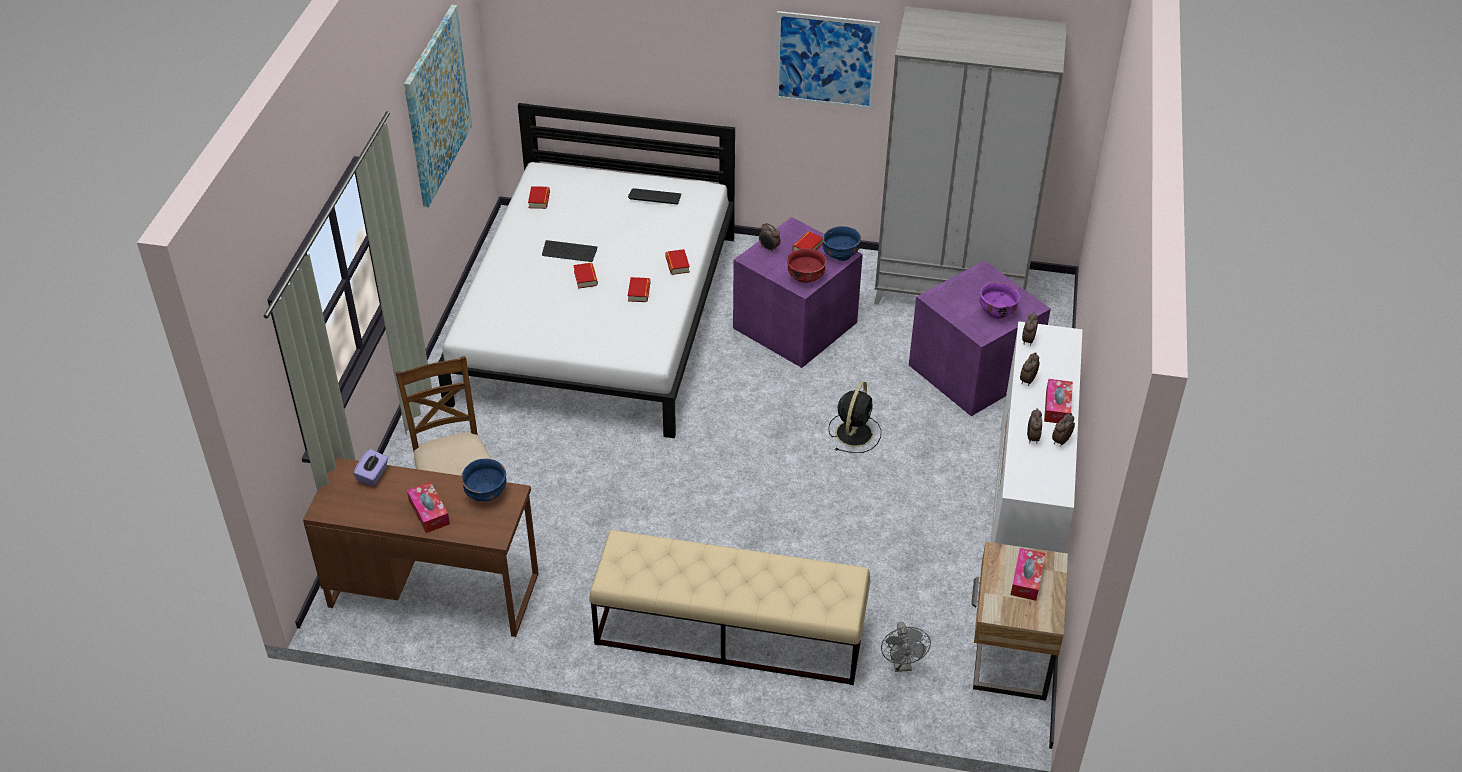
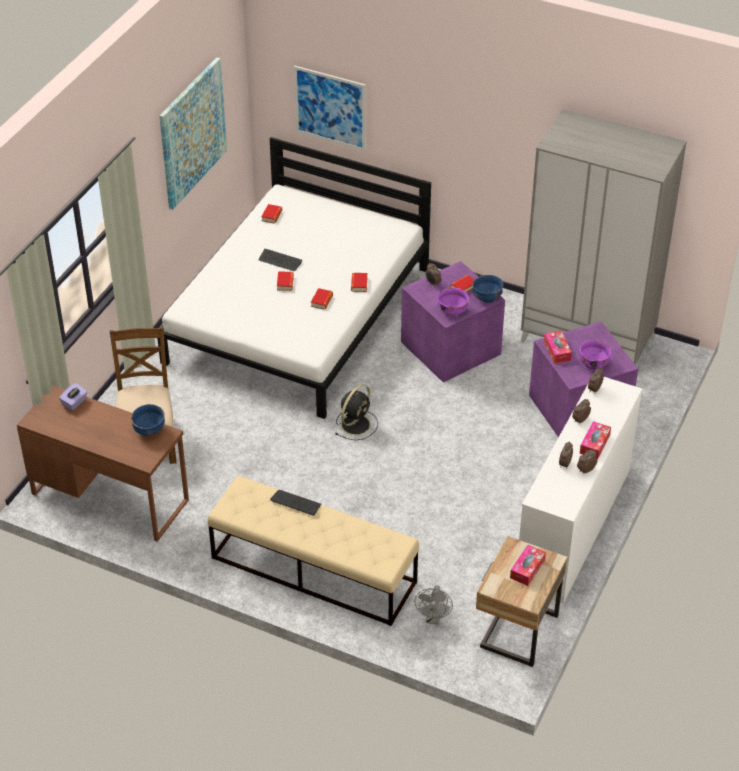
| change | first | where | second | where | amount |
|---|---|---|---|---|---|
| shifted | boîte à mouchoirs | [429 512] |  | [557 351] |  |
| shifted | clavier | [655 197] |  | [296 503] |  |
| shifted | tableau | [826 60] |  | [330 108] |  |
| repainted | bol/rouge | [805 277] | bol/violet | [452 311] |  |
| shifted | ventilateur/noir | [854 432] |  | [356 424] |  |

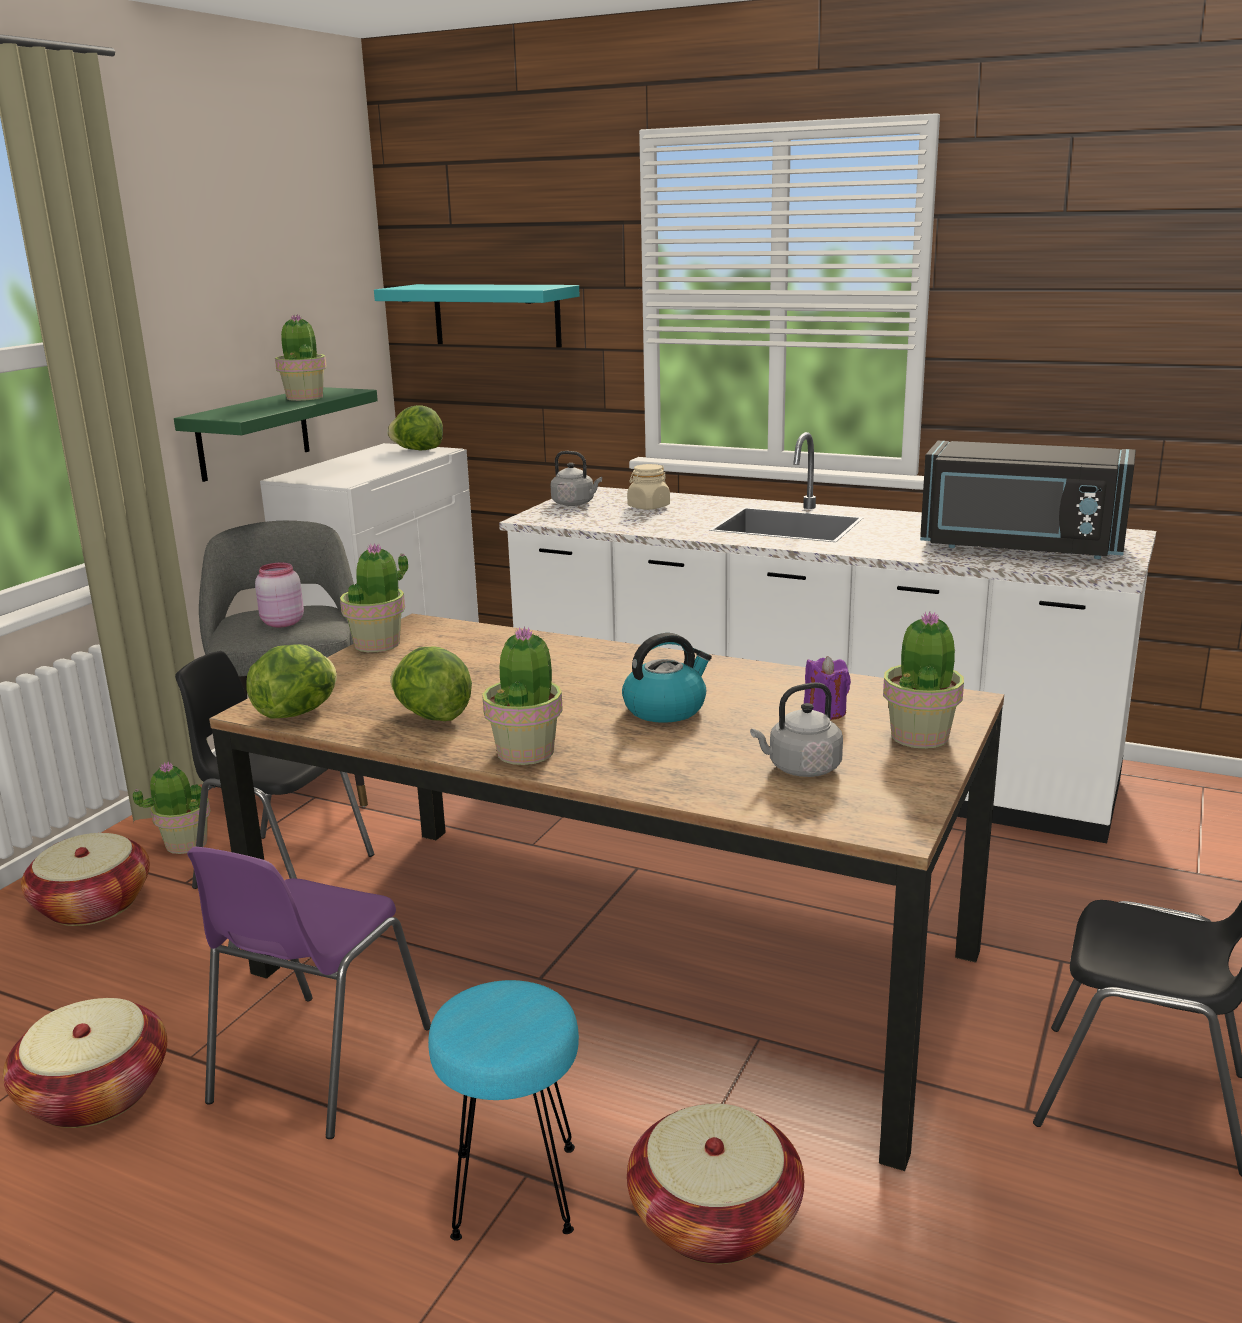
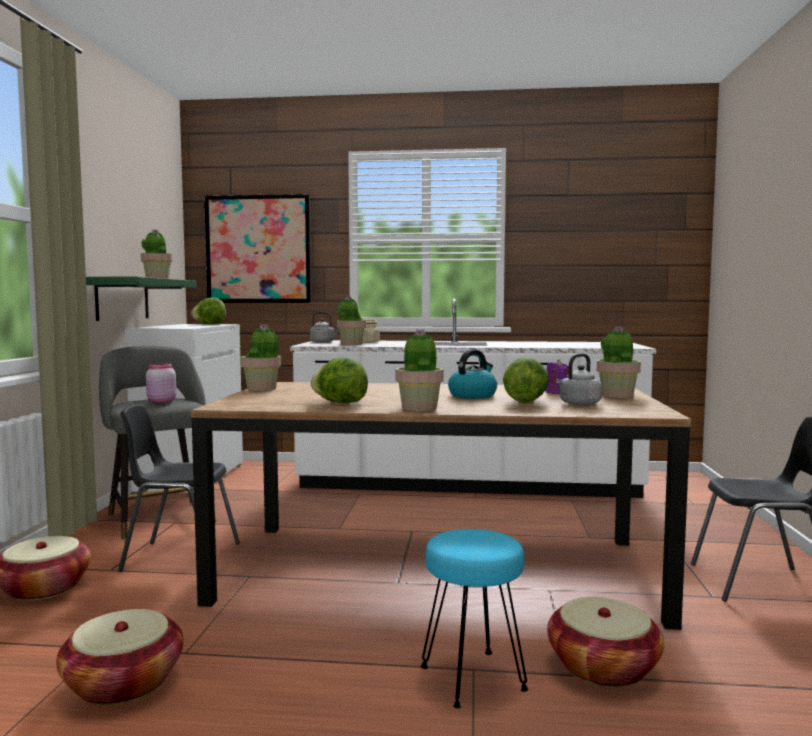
| change | first | where | second | where | amount |
|---|---|---|---|---|---|
| shifted | plante en pot | [185 844] |  | [351 344] |  |
| gone | chaise/violet | [318 1065] |  |  |  |
| shifted | laitue | [298 712] |  | [525 402] |  |
| swapped | étagère/turquoise | [496 315] | tableau | [258 249] |  |
| gone | micro-ondes/noir | [1020 548] |  |  |  |

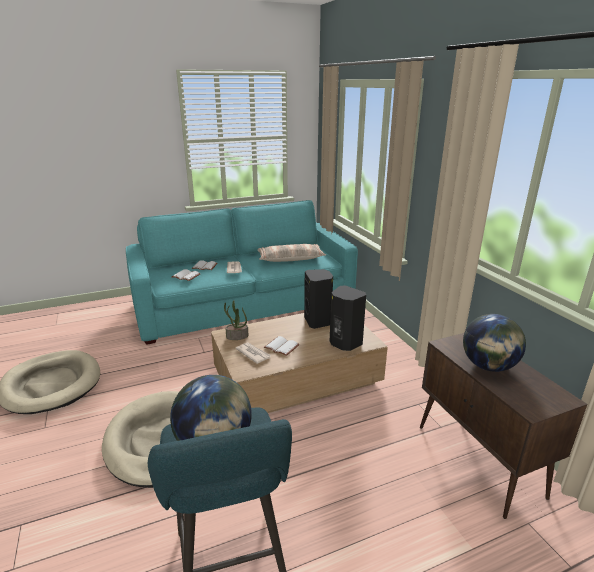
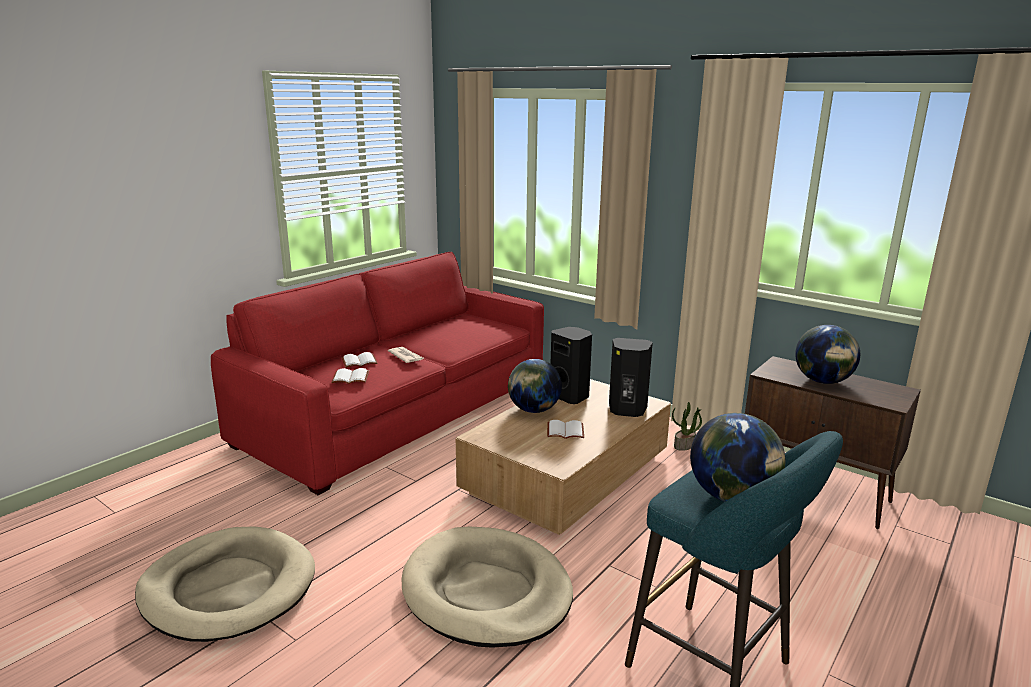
| change | first | where | second | where | amount |
|---|---|---|---|---|---|
| repainted | canapé/turquoise | [244 303] | canapé/rouge | [399 411] |  |
| shifted | plante en pot | [237 336] |  | [684 445] |  |
| gone | journal | [253 354] |  |  |  |
| gone | coussin | [290 259] |  |  |  |
| new |  |  | globe | [533 410] |  |

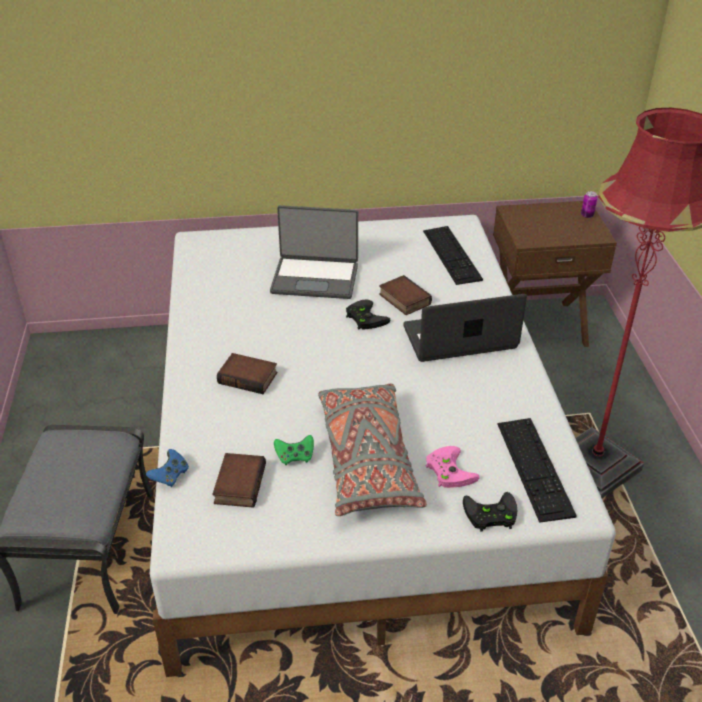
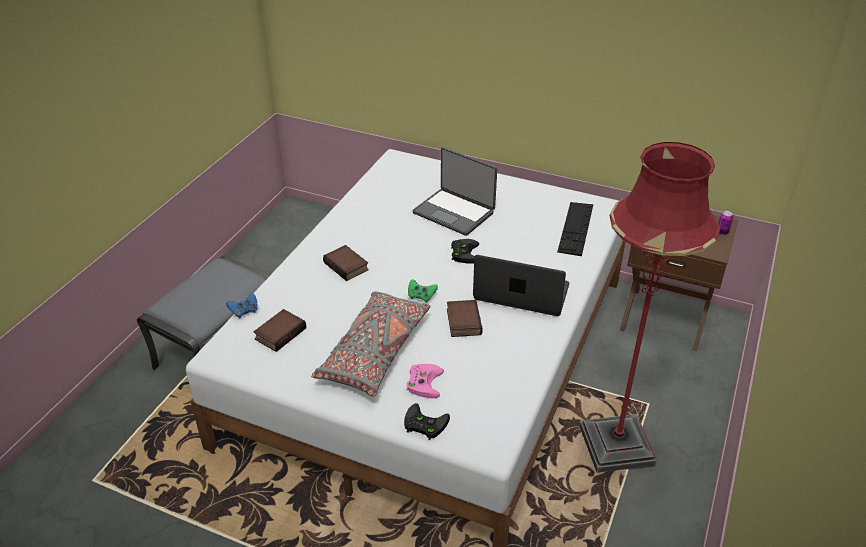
| change | first | where | second | where | amount |
|---|---|---|---|---|---|
| shifted | manette/vert | [295 457] |  | [421 296] |  |
| shifted | livre | [403 299] |  | [462 321] |  |
| gone | clavier | [534 468] |  |  |  |

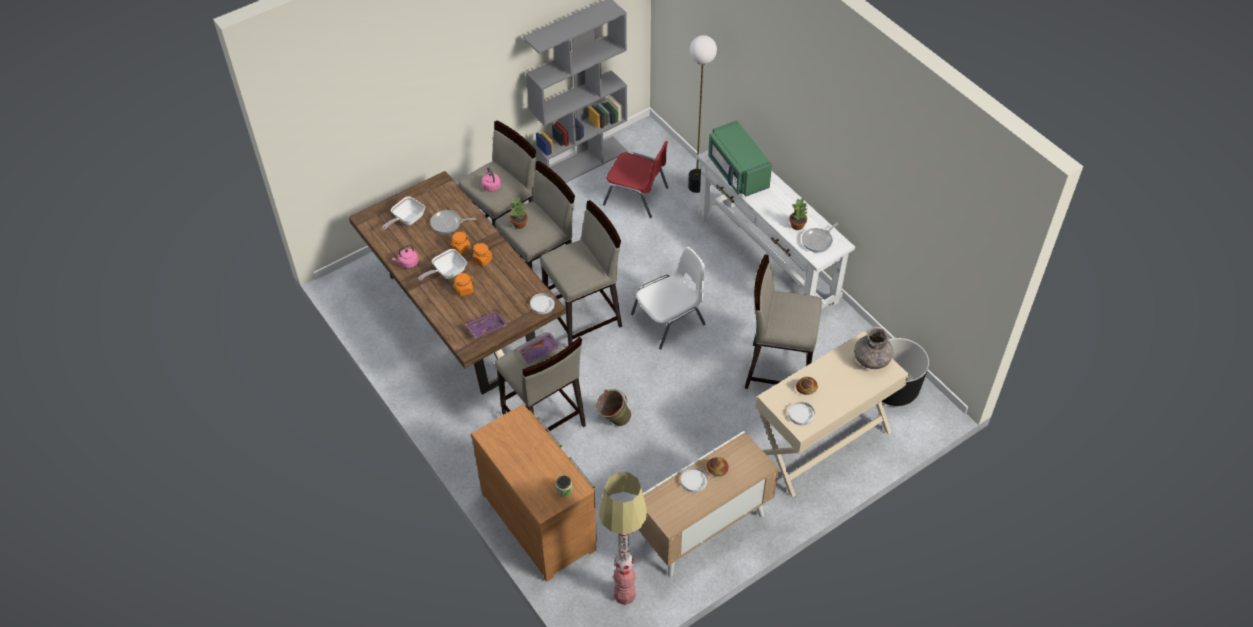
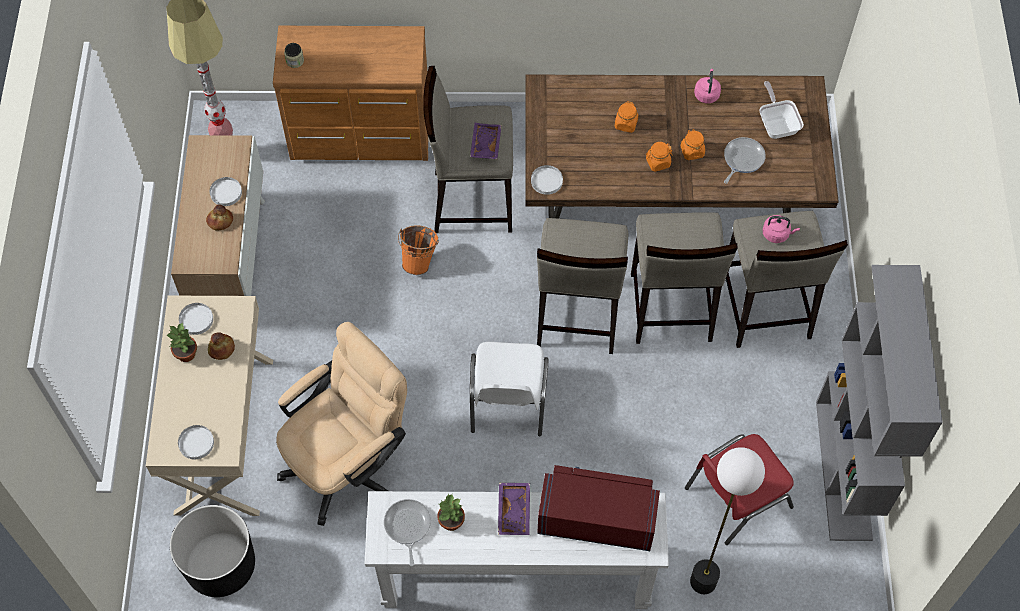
| change | first | where | second | where | amount |
|---|---|---|---|---|---|
| gone | poêle | [447 273] |  |  |  |
| shifted | plateau/violet | [486 327] |  | [515 511] |  |
| shifted | plante en pot | [519 224] |  | [186 353] |  |
| repainted | seau/vert | [613 420] | seau/orange | [419 261] |  |
| repainted | micro-ondes/vert | [737 172] | micro-ondes/rouge | [596 518] |  |
| swapped | tabouret/beige | [778 369] | chaise de bureau/beige | [348 463] |  |
| swapped | vase/gris | [872 359] | assiette/blanc | [196 443] |  |

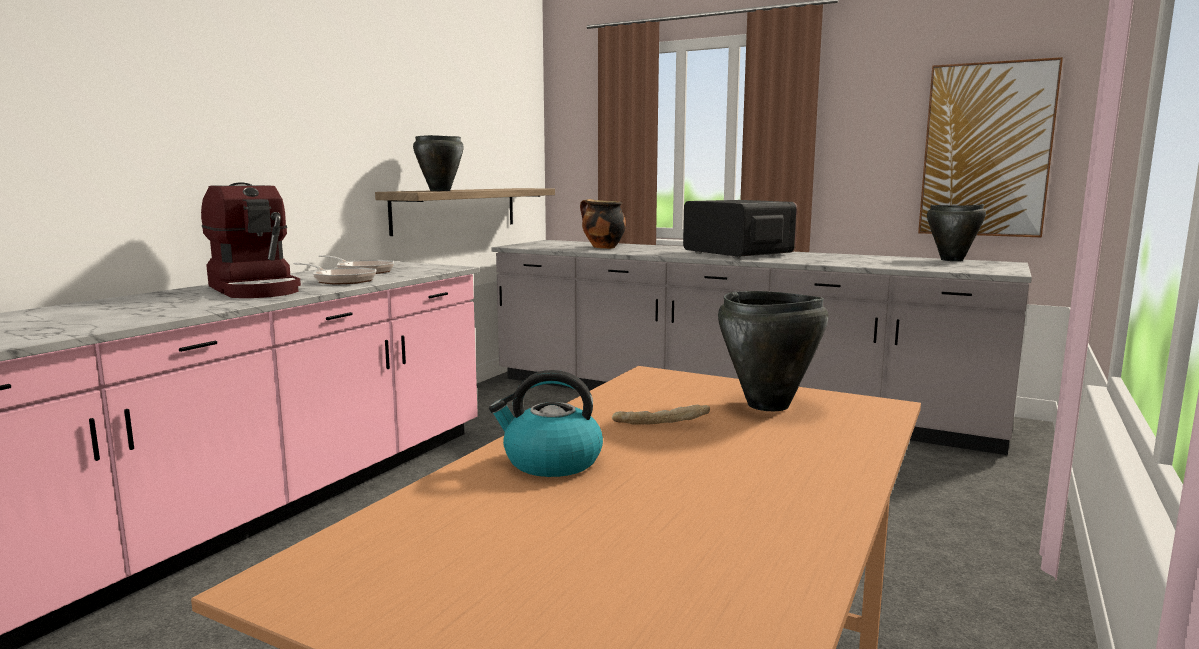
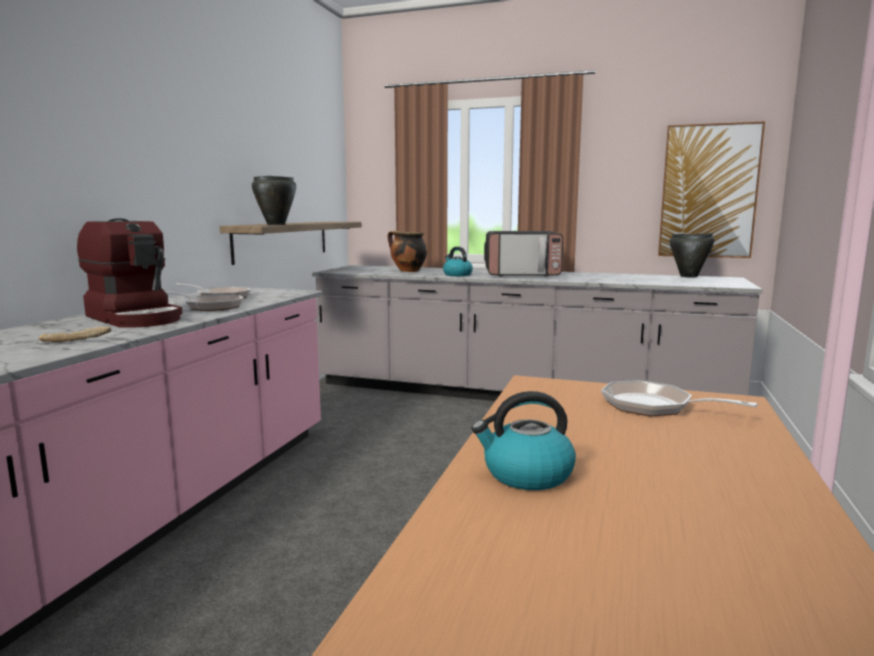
| change | first | where | second | where | amount |
|---|---|---|---|---|---|
| shifted | pain | [660 423] |  | [76 341] |  |
| rotated | micro-ondes | [737 254] |  | [522 274] | 135 degrees clockwise |
| swapped | marmite/noir | [768 405] | poêle | [654 406] |  |
| new |  |  | bouilloire | [457 275] |  |

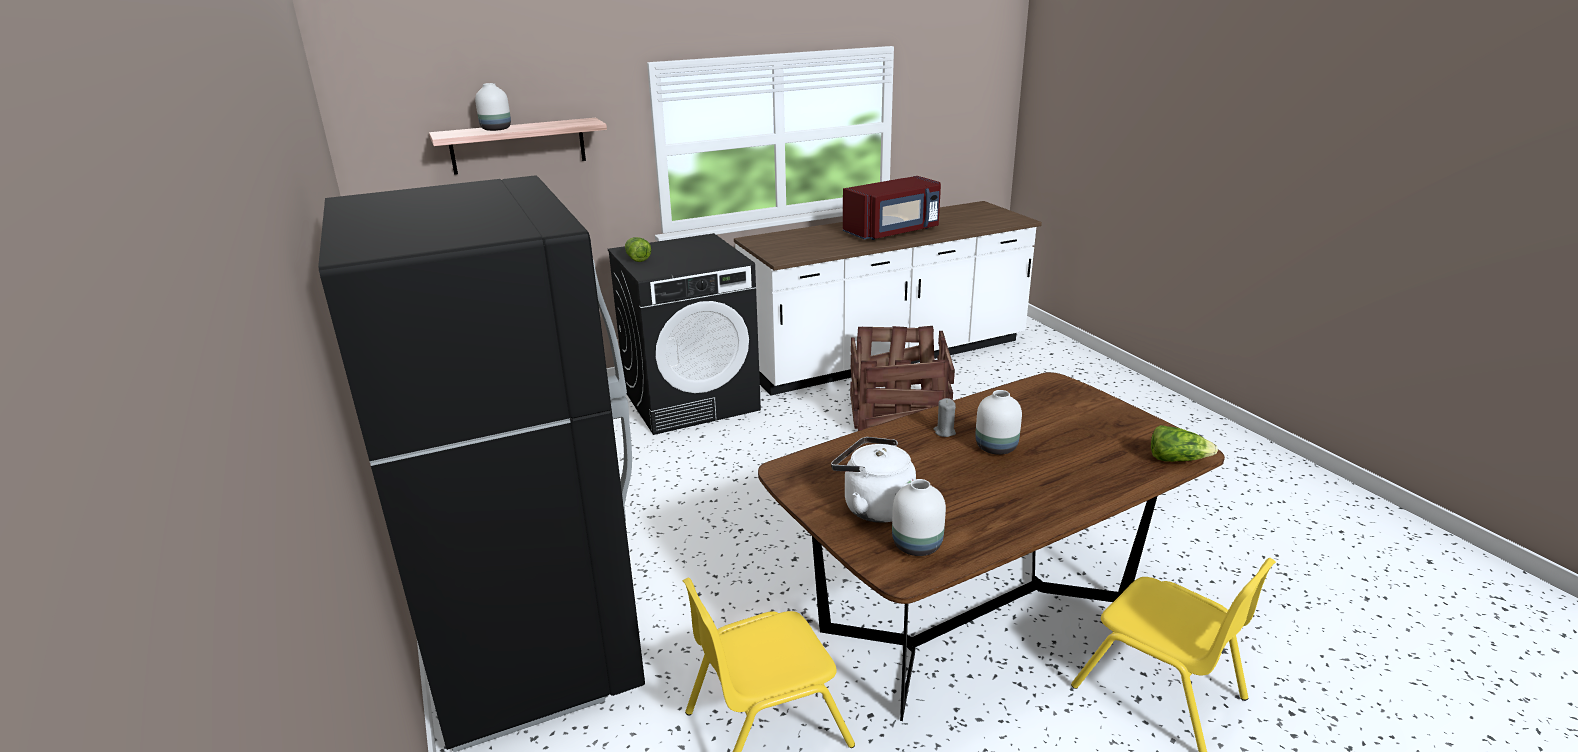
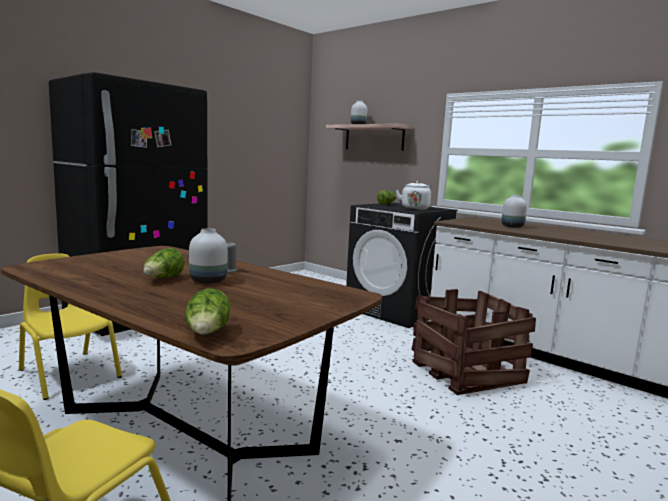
| change | first | where | second | where | amount |
|---|---|---|---|---|---|
| shifted | bouilloire/blanc | [873 507] |  | [414 208] |  |
| gone | micro-ondes/rouge | [893 232] |  |  |  |
| shifted | vase/blanc | [917 546] |  | [511 226] |  |
| new |  |  | laitue | [163 278] |  |

